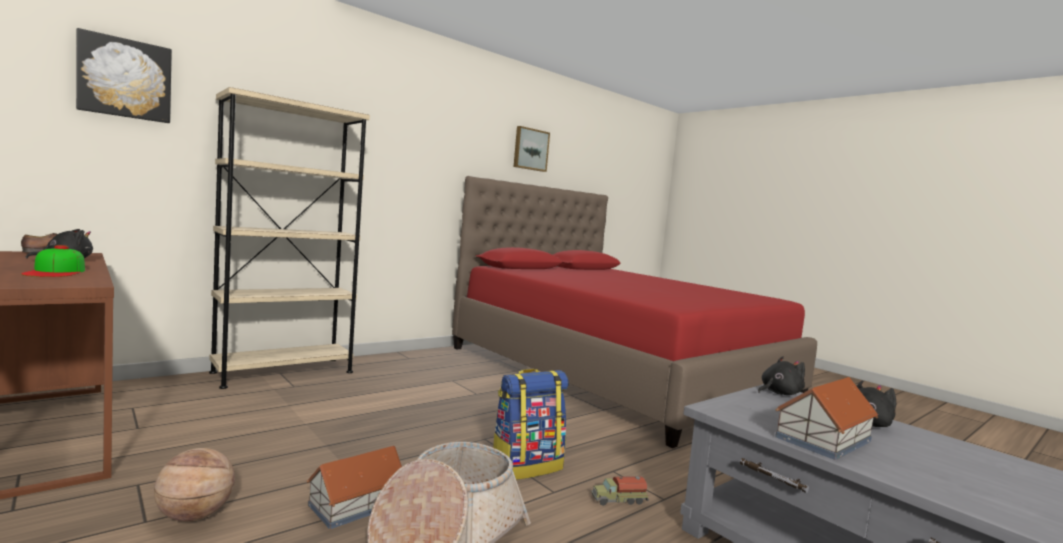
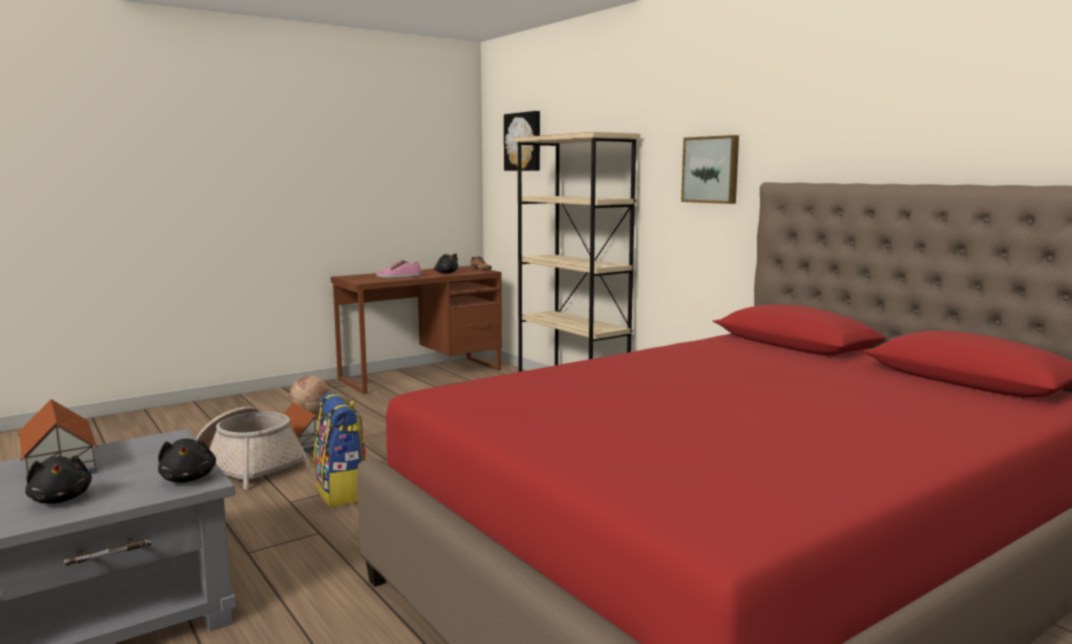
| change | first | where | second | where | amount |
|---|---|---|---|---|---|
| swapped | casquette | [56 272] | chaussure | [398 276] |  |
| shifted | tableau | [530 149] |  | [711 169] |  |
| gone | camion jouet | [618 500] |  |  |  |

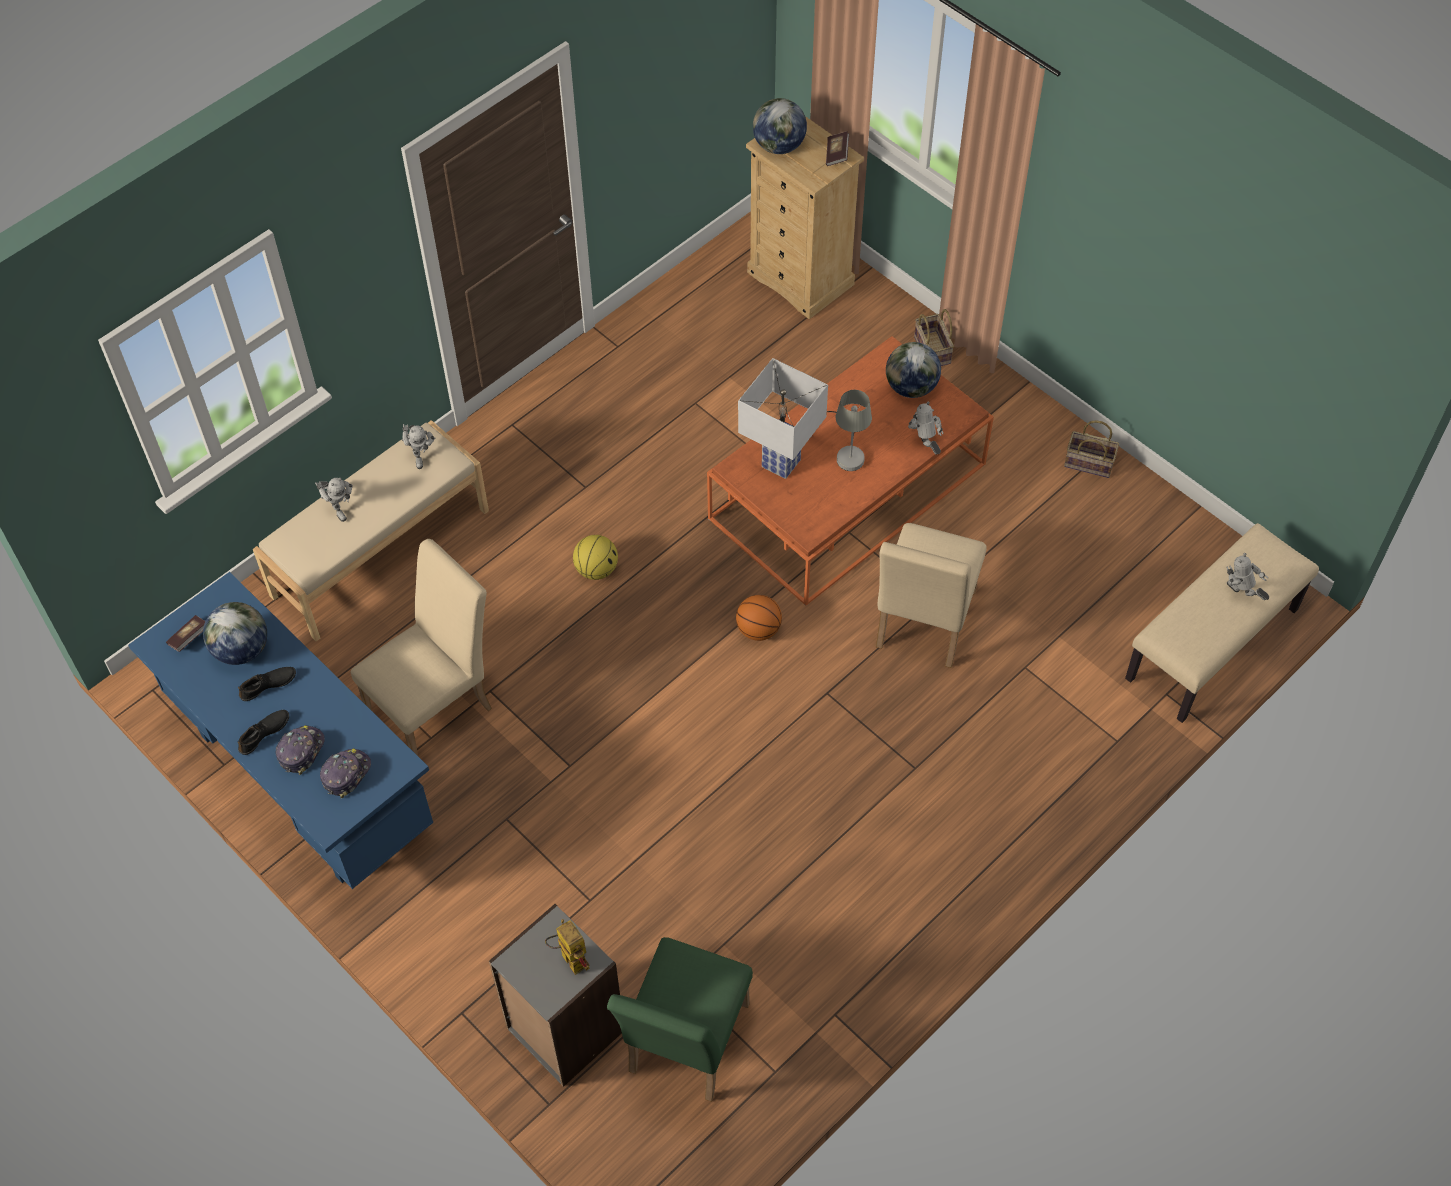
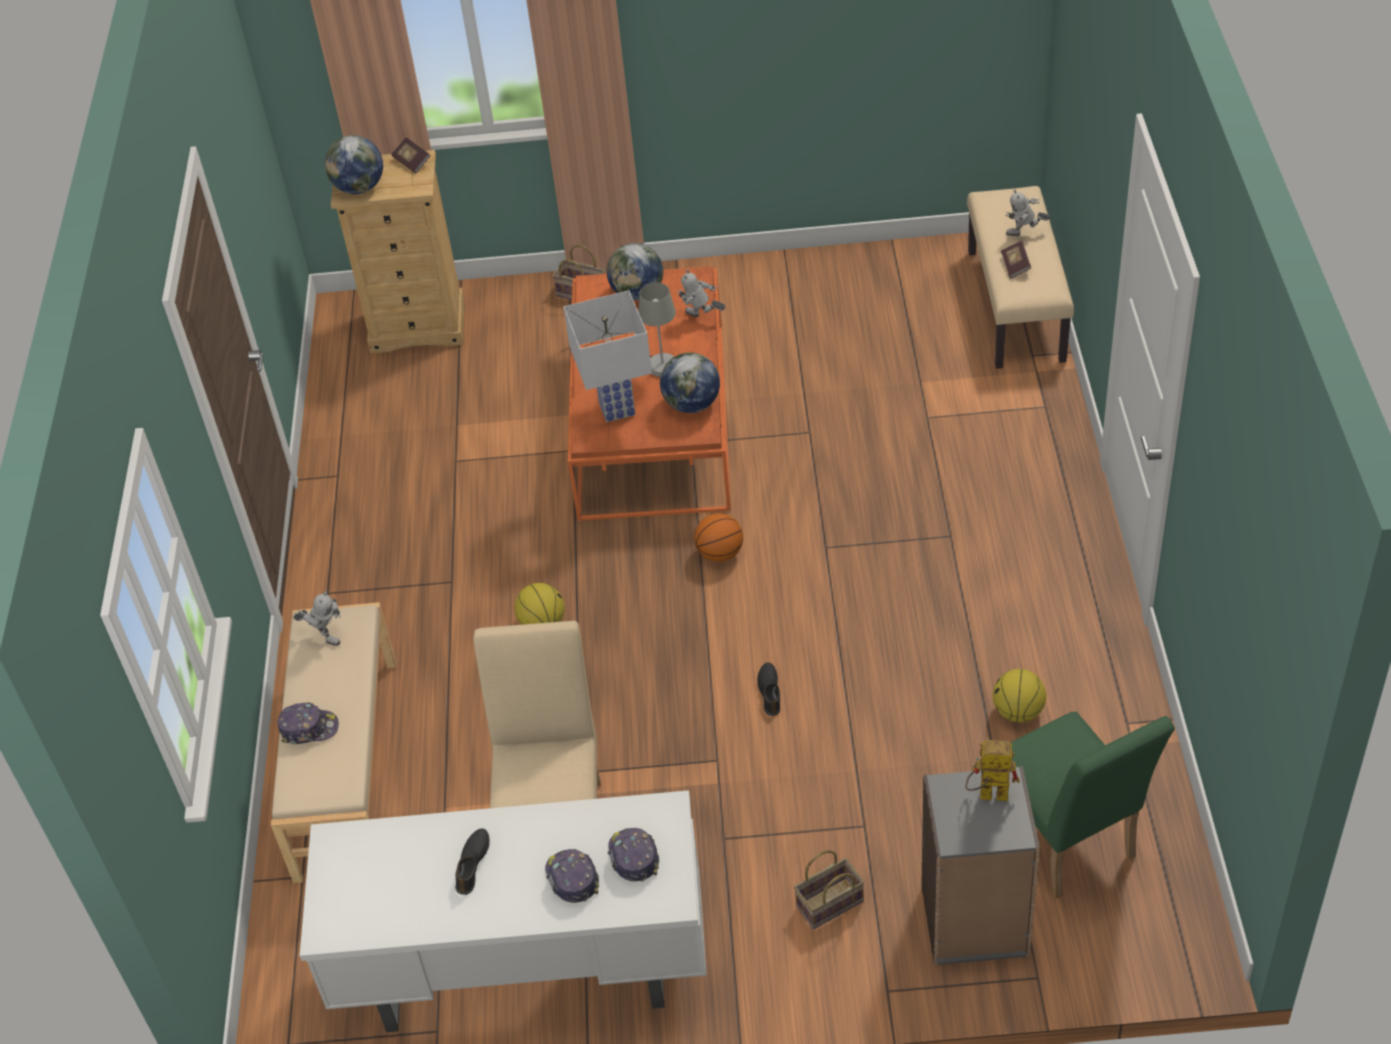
| change | first | where | second | where | amount |
|---|---|---|---|---|---|
| repainted | bureau/bleu | [303 781] | bureau/blanc | [524 975] |  |
| shifted | livre | [189 638] |  | [1015 266] |  |
| shifted | globe | [241 649] |  | [691 405] |  |
| shifted | chaussure/noir | [264 734] |  | [770 691] |  |
| swapped | robot jouet | [338 508] | casquette | [309 729] |  |
| gone | chaise/beige | [922 626] |  |  |  |
| shifted | panier | [1087 463] |  | [829 905] |  |
| new |  |  | ballon de basket | [1018 712] |  |

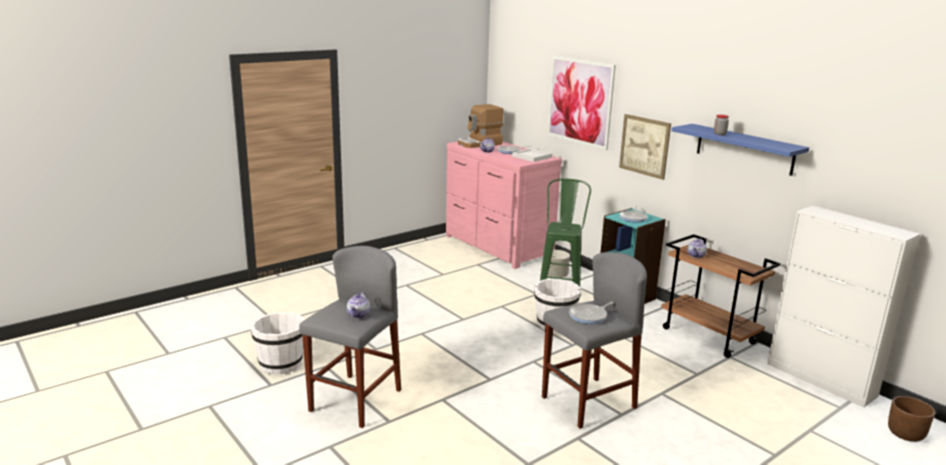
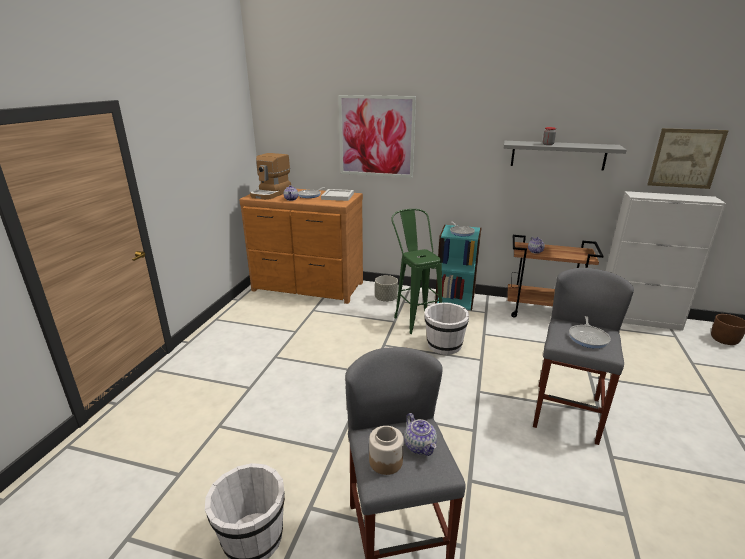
| change | first | where | second | where | amount |
|---|---|---|---|---|---|
| repainted | commode/rose | [497 246] | commode/marron | [307 287] |  |
| shifted | tableau | [644 146] |  | [685 158] |  |
| repainted | étagère/bleu | [744 149] | étagère/gris | [558 155] |  |
| new |  |  | bocal | [386 461] |  |

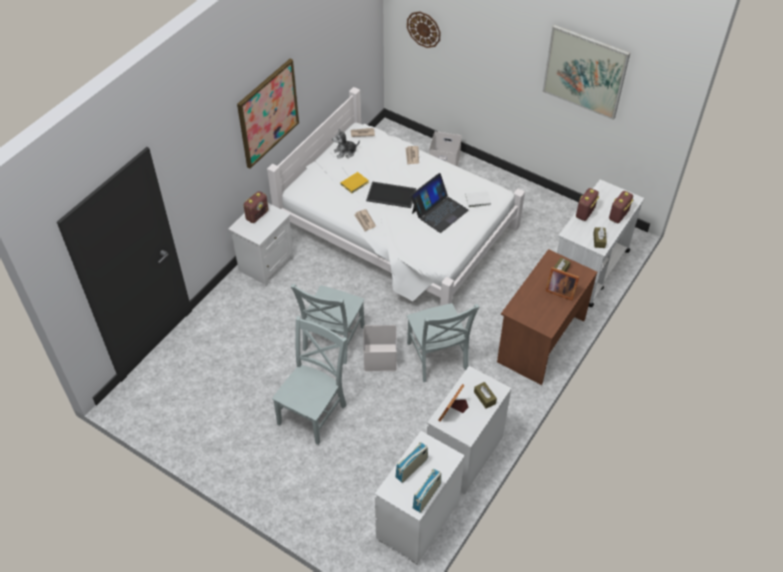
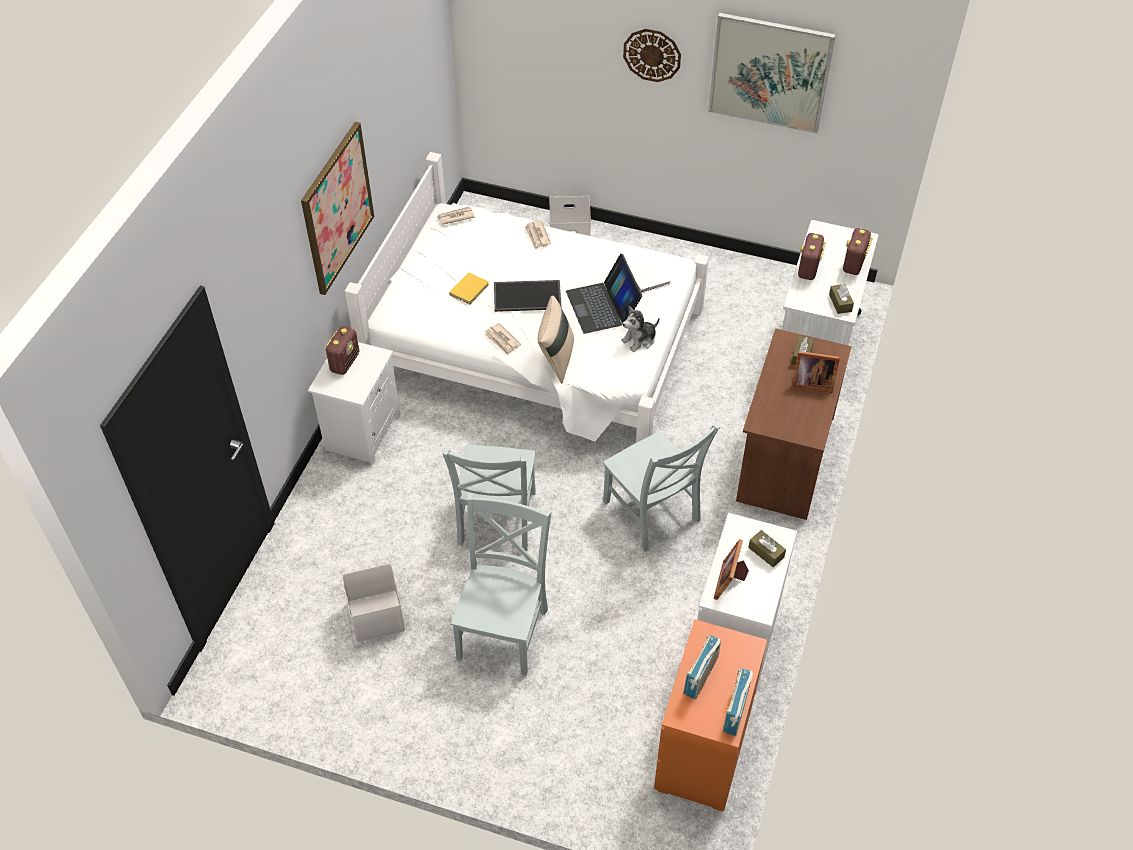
| change | first | where | second | where | amount |
|---|---|---|---|---|---|
| shifted | peluche | [345 152] |  | [639 340] |  |
| shifted | boîte de rangement/blanc | [379 357] |  | [375 615] |  |
| repainted | commode/blanc | [417 521] | commode/orange | [703 750] |  |
| shifted | horloge murale | [423 29] |  | [652 55] |  |
| rotated | ordinateur portable | [439 211] |  | [602 306] | 135 degrees clockwise |
| new |  |  | coussin/beige | [556 359] |  |

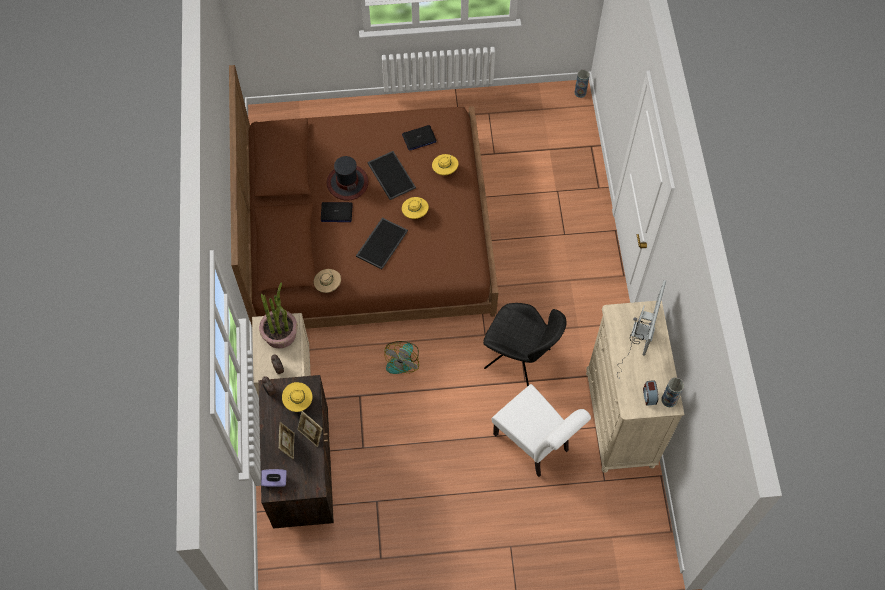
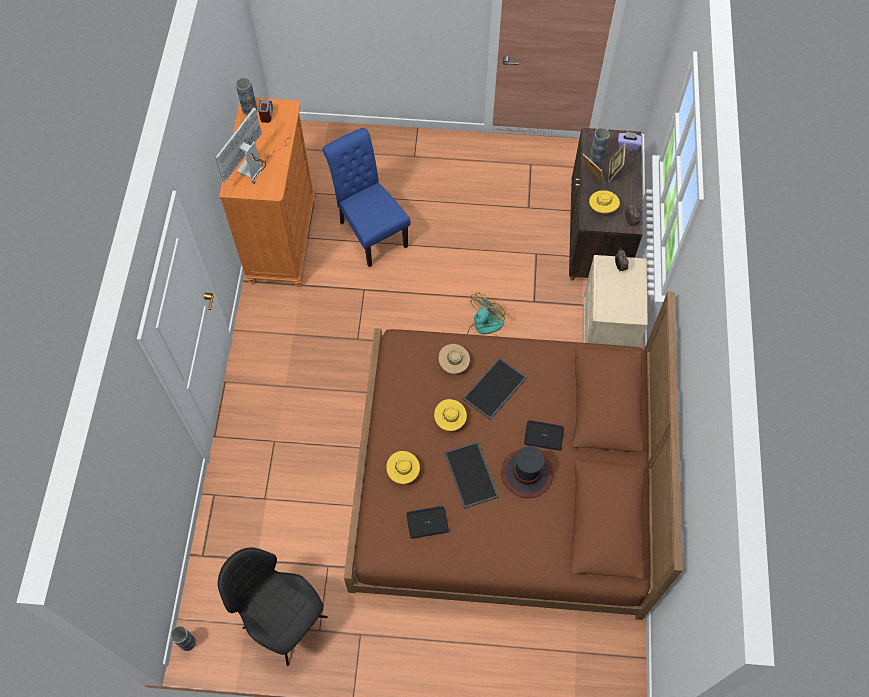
| change | first | where | second | where | amount |
|---|---|---|---|---|---|
| gone | plante en pot | [280 333] |  |  |  |
| shifted | chapeau/beige | [328 285] |  | [454 364] |  |
| shifted | chaise/noir | [519 360] |  | [282 620] |  |
| repainted | chaise/blanc | [535 445] | chaise/bleu | [370 231] |  |
| repainted | commode/beige | [620 420] | commode/orange | [282 240] |  |
| new |  |  | vase | [596 157] |  |

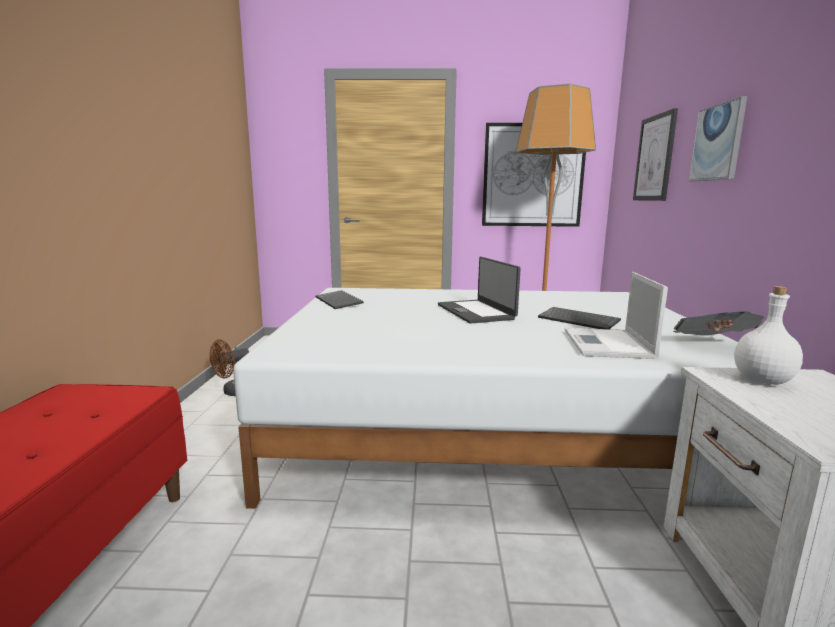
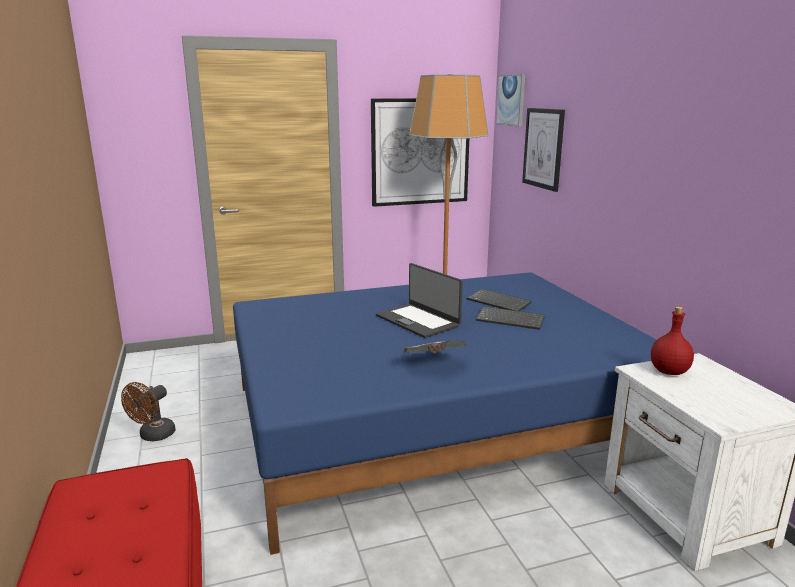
| change | first | where | second | where | amount |
|---|---|---|---|---|---|
| repainted | lit/blanc | [487 423] | lit/bleu | [434 421] |  |
| shifted | clavier | [340 301] |  | [499 302] |  |
| gone | ordinateur portable | [608 344] |  |  |  |
| shifted | journal | [712 345] |  | [433 363] |  |
| shifted | tableau | [717 142] |  | [511 100] |  |
| repainted | bouteille/blanc | [761 380] | bouteille/rouge | [668 371] |  |

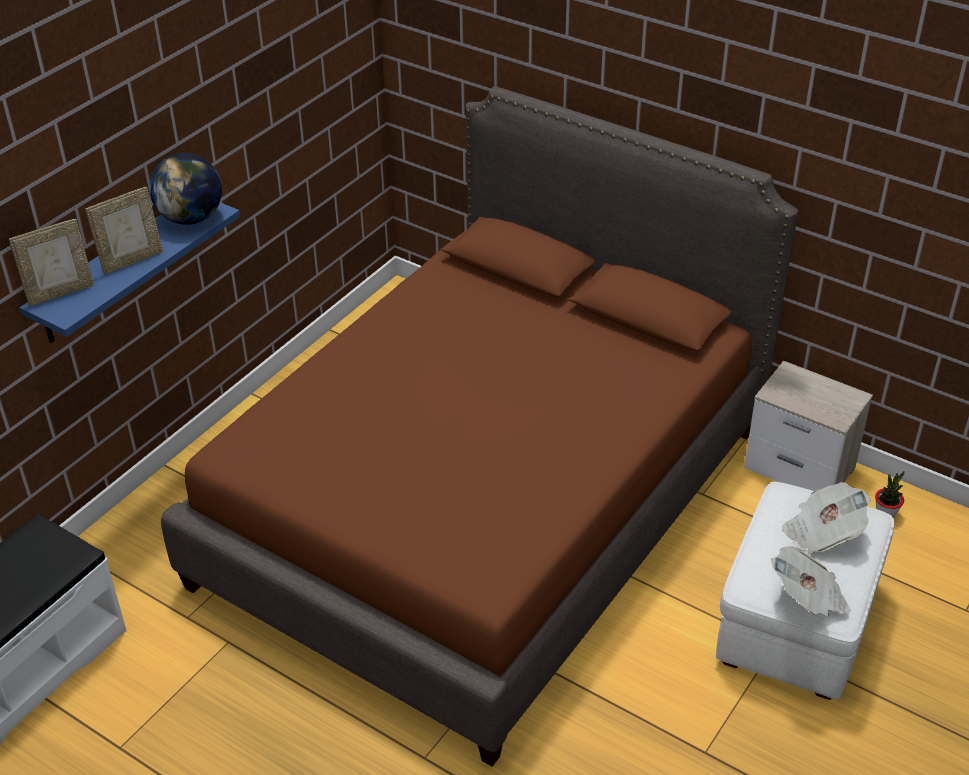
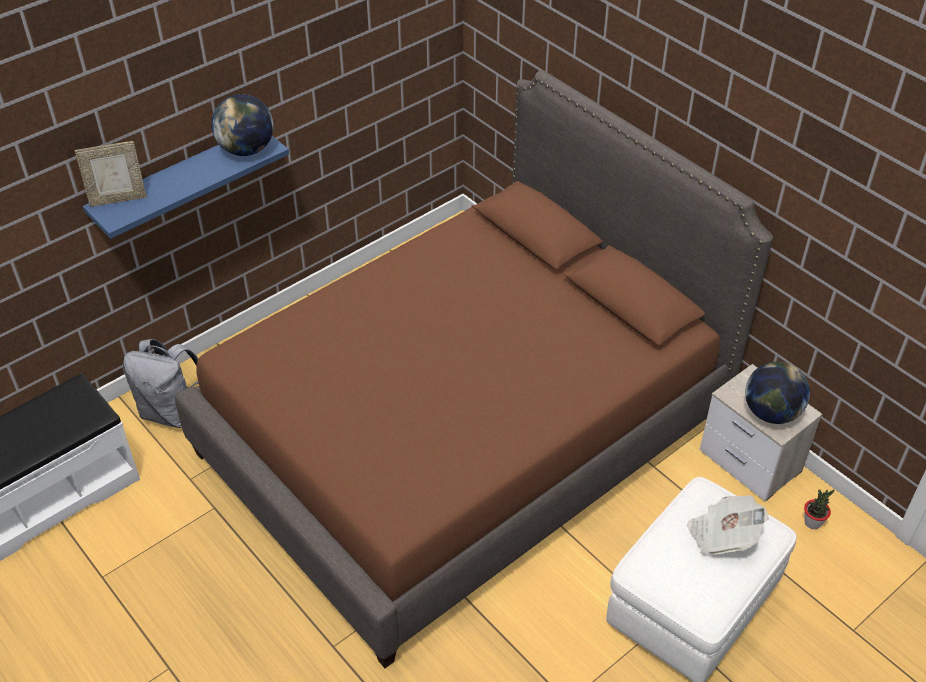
| change | first | where | second | where | amount |
|---|---|---|---|---|---|
| gone | cadre photo | [131 261] |  |  |  |
| gone | journal | [808 598] |  |  |  |
| new |  |  | sac à dos/gris | [172 412] |  |
| new |  |  | globe | [771 413] |  |

